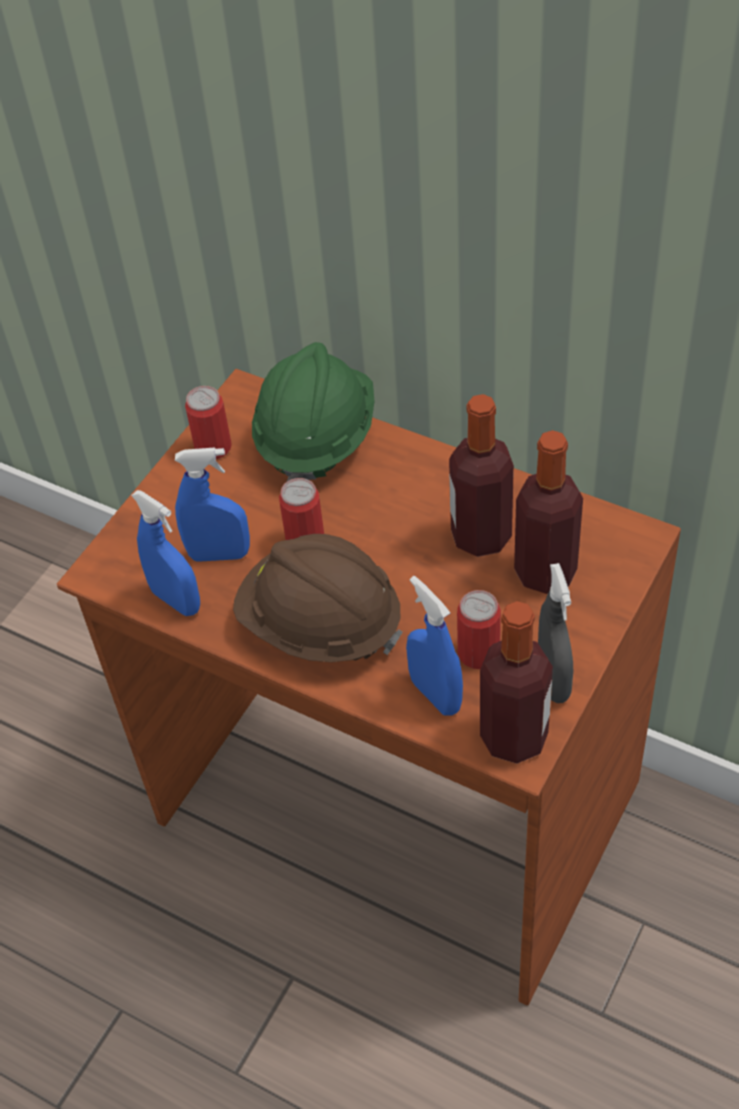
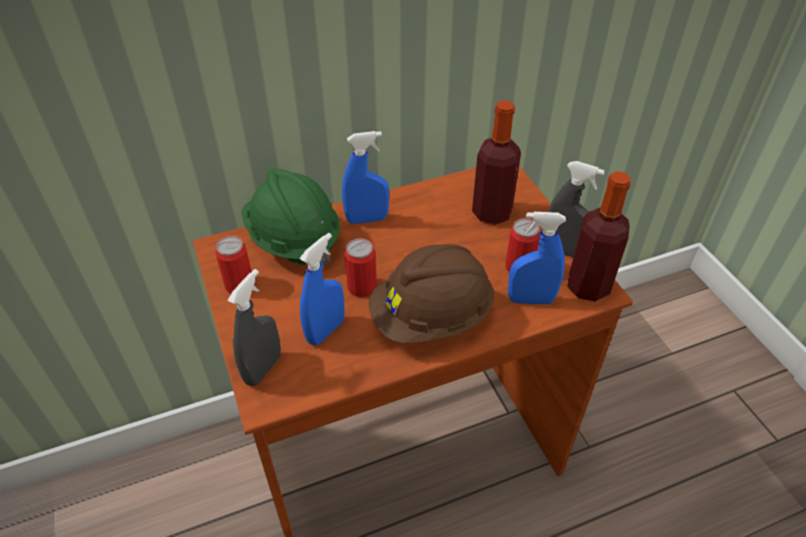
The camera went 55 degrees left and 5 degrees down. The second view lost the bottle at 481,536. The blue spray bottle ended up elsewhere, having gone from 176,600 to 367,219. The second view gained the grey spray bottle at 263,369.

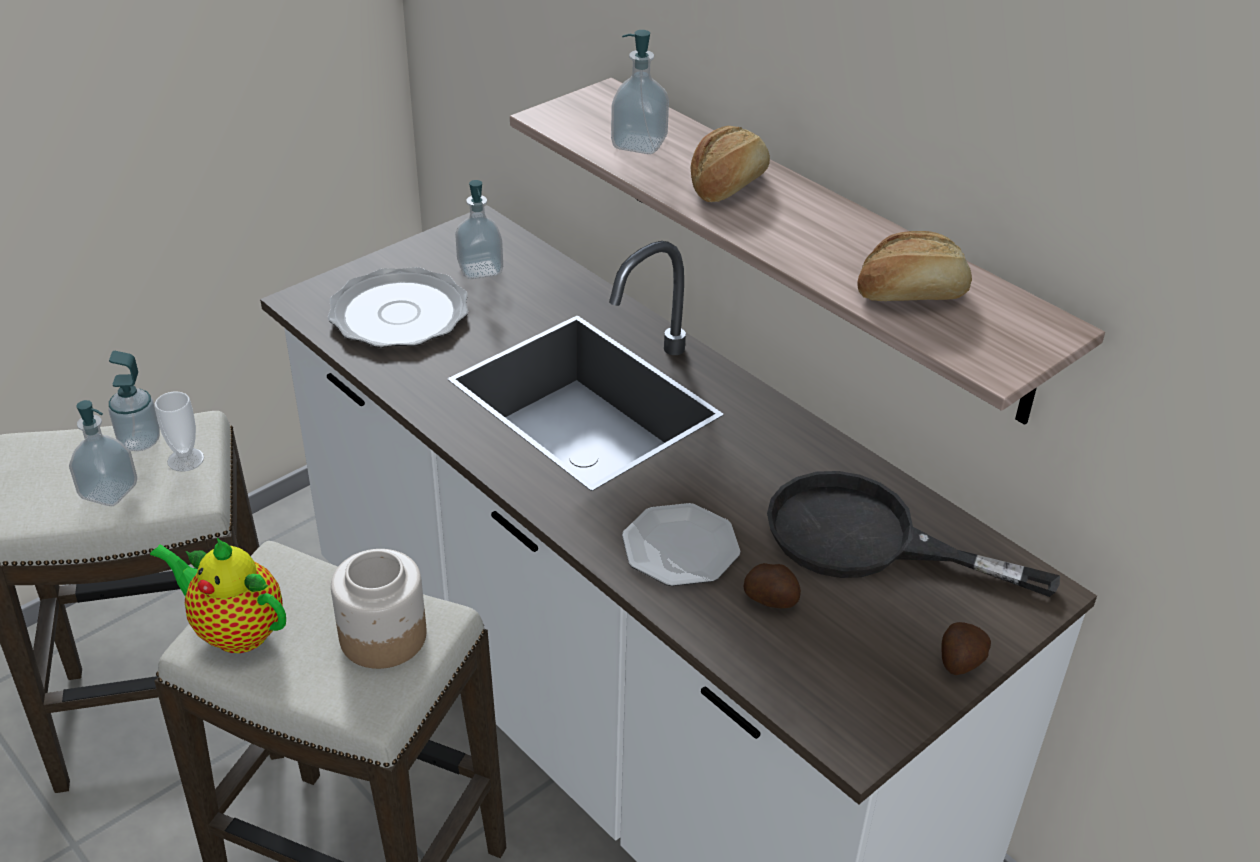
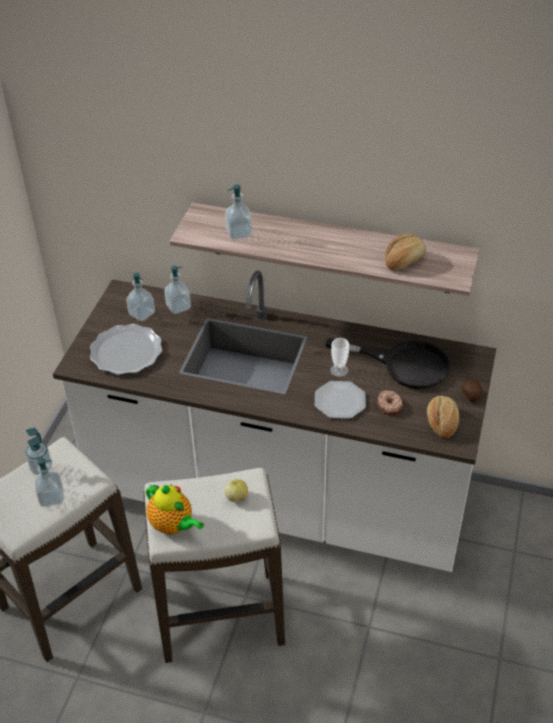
The camera went 30 degrees left and 5 degrees up. The bread ended up elsewhere, having gone from 727,185 to 441,423. The cup ended up elsewhere, having gone from 185,459 to 339,370. The black frying pan at 867,540 ended up facing another way, 150 degrees counterclockwise from before. The teapot at 234,630 ended up facing another way, 135 degrees counterclockwise from before. Where the jar stood at 382,637, the apple came to stand at 236,497. Where the potato stood at 771,600, the donut came to stand at 389,405. The second view gained the soap dispenser at 178,307.

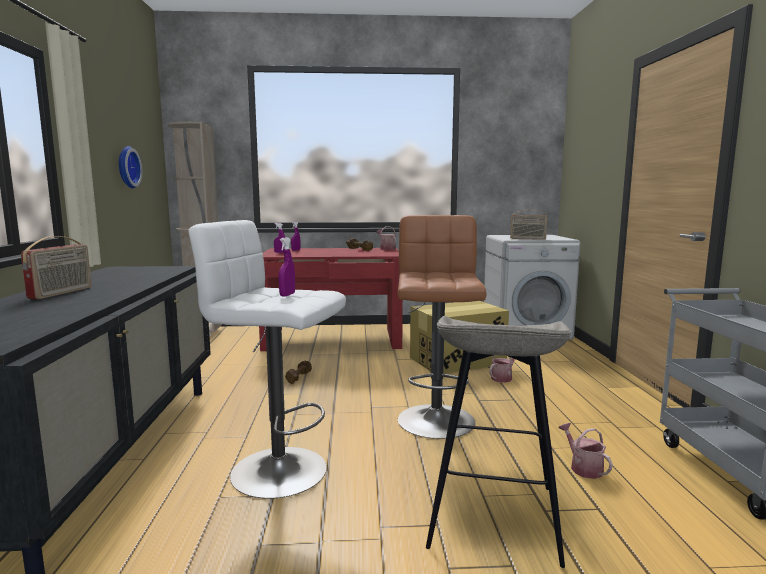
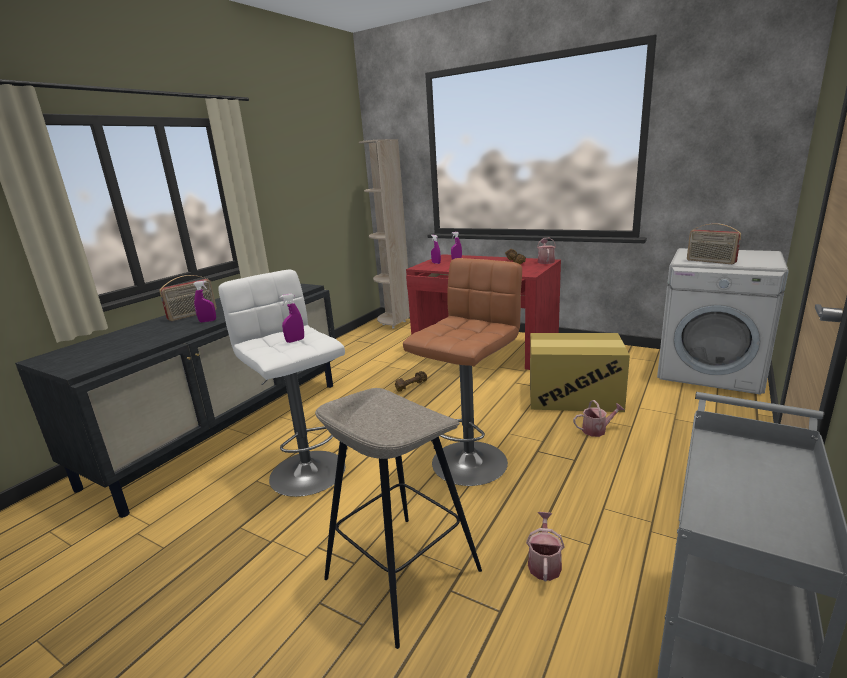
The camera went 35 degrees right and 10 degrees up. The second view lost the wall clock at 126,167. The second view gained the purple spray bottle at 207,321.

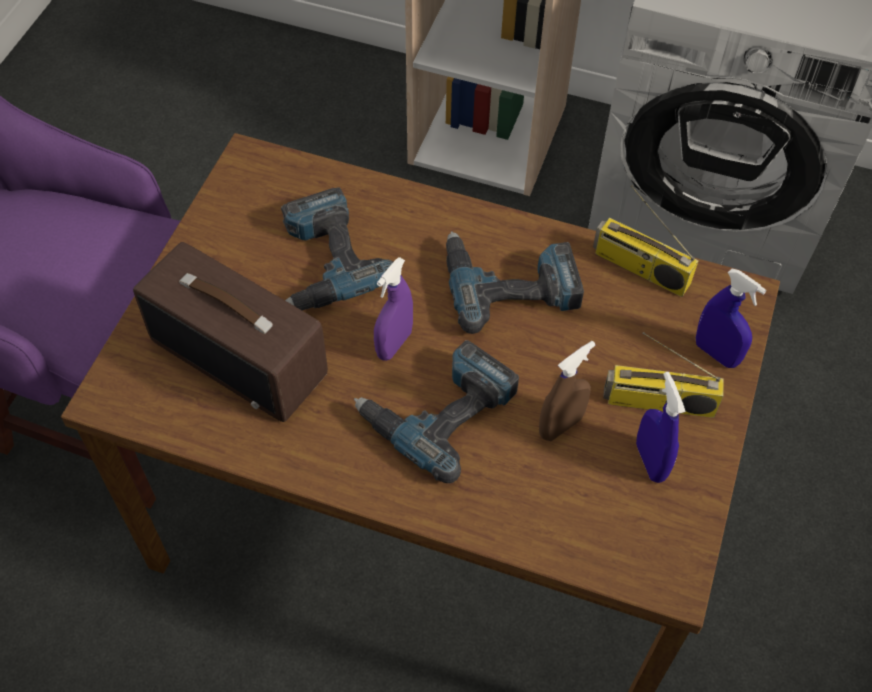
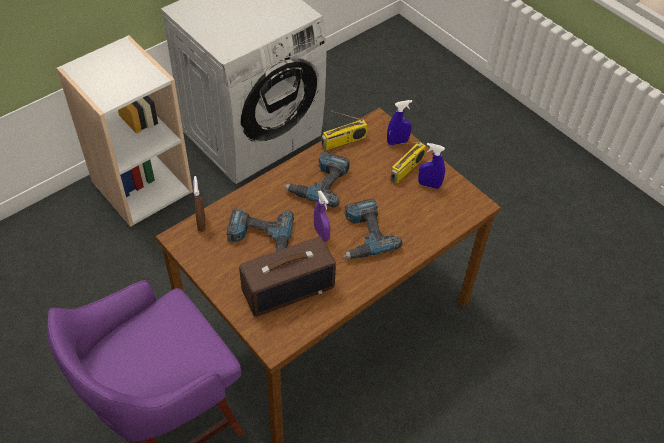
The camera went 60 degrees left and 5 degrees down. The brown spray bottle ended up elsewhere, having gone from 560,426 to 201,223.

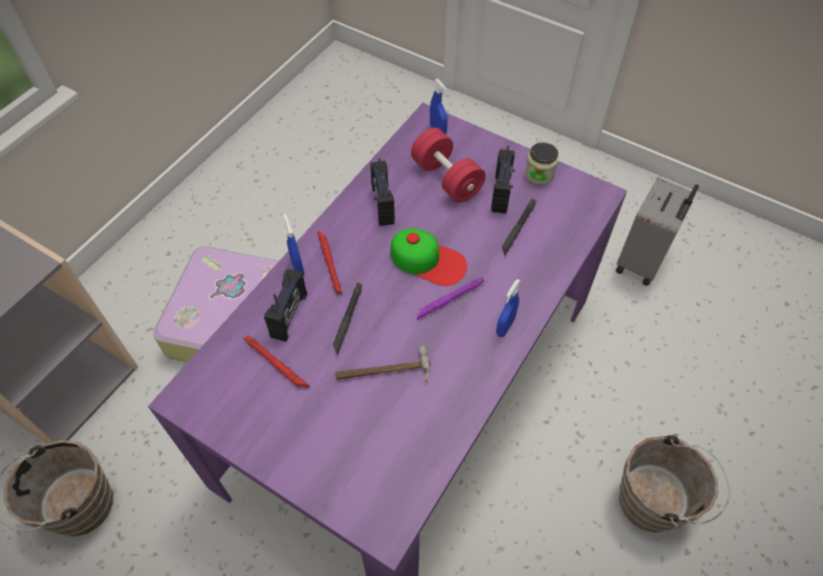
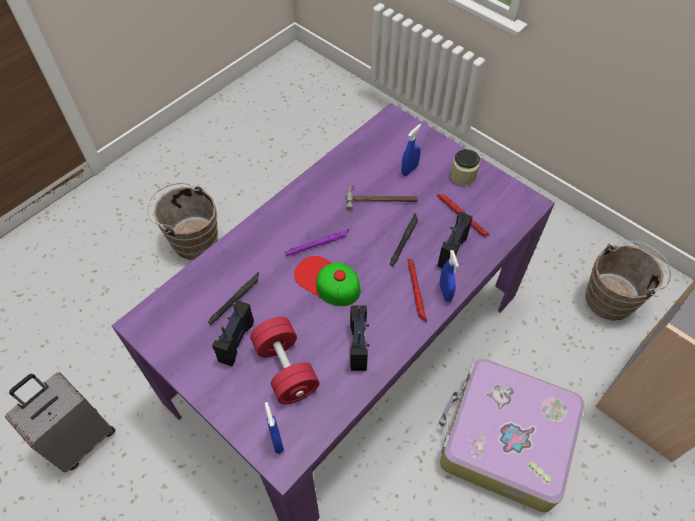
The camera went 170 degrees left and 0 degrees up. The jar ended up elsewhere, having gone from 539,174 to 463,176. The blue spray bottle ended up elsewhere, having gone from 505,327 to 409,170.

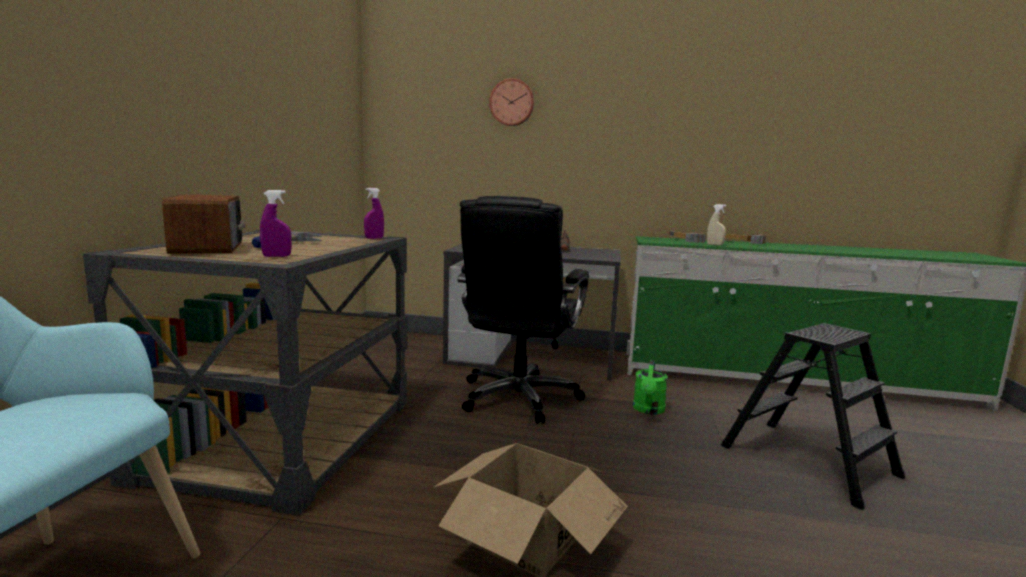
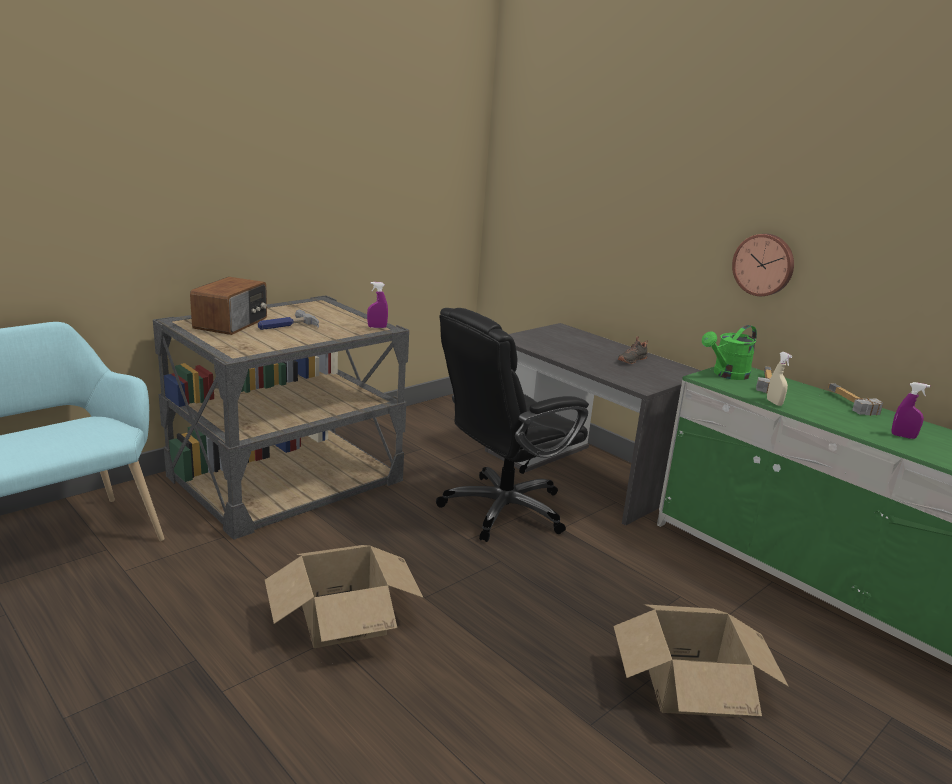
The camera went 35 degrees right and 10 degrees up. The wall clock ended up elsewhere, having gone from 512,102 to 764,264. The purple spray bottle ended up elsewhere, having gone from 276,256 to 903,436. Where the black step ladder stood at 808,460, the cardboard box came to stand at 691,686. The green watering can ended up elsewhere, having gone from 648,410 to 727,375.

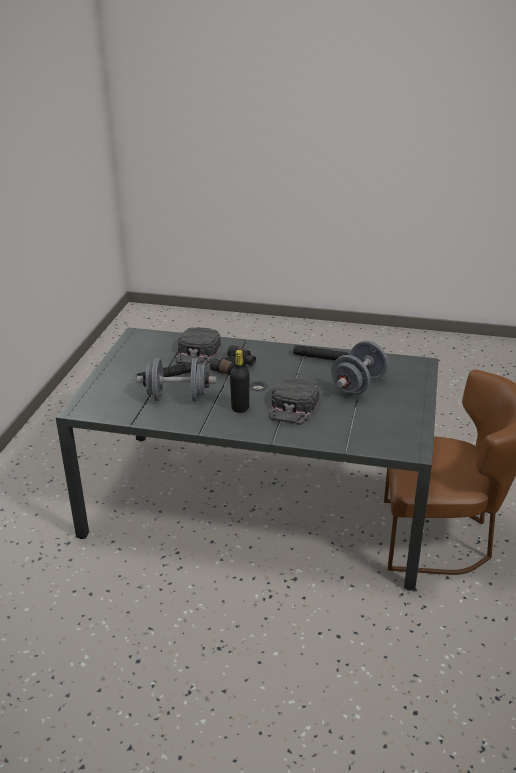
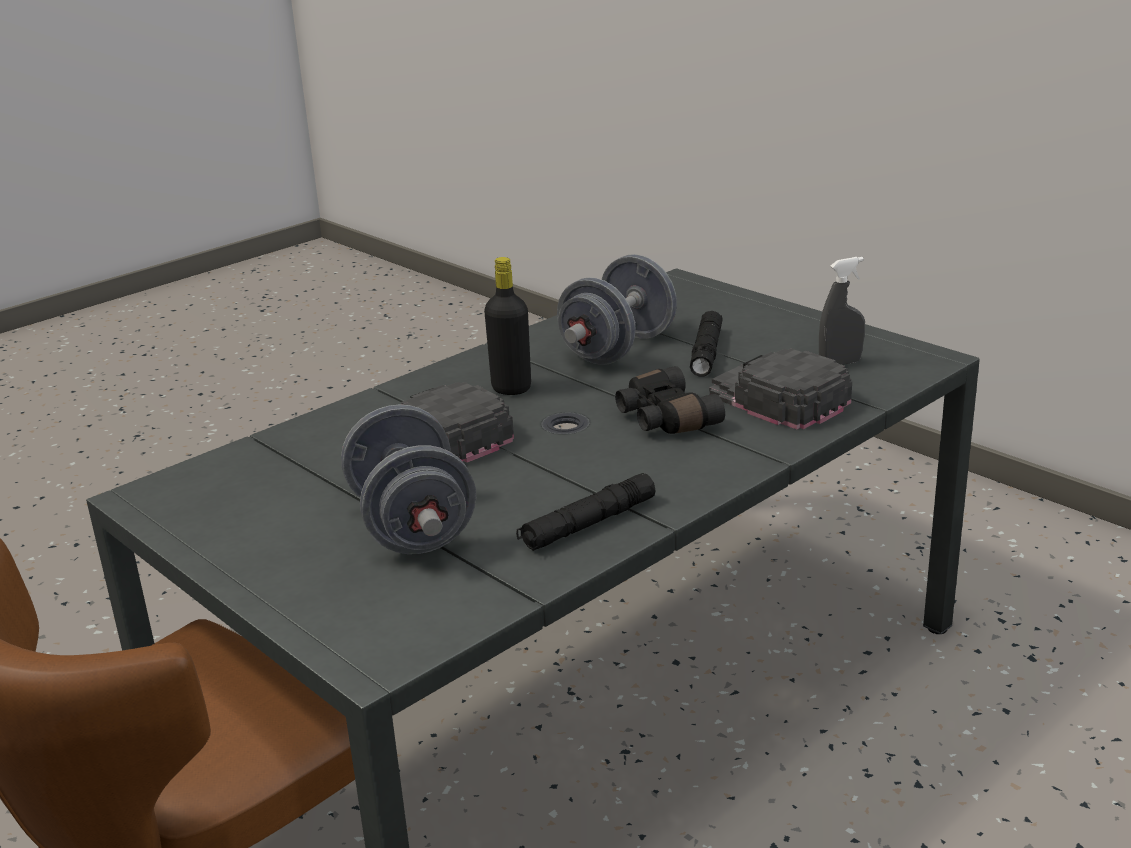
The camera went 125 degrees right and 5 degrees down. The second view gained the grey spray bottle at 840,363.

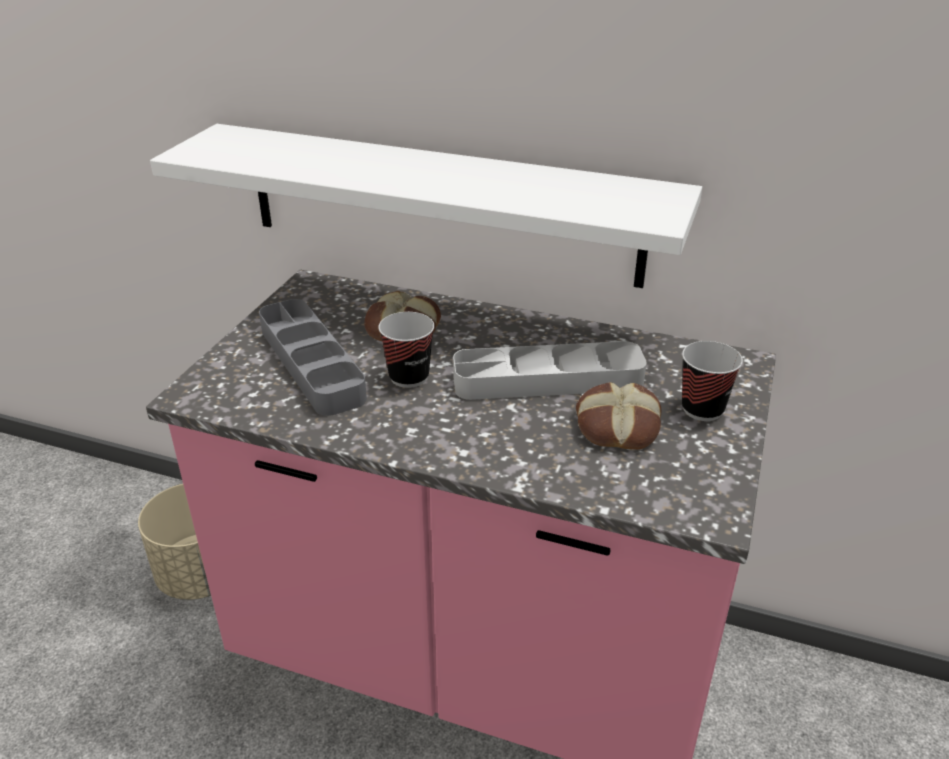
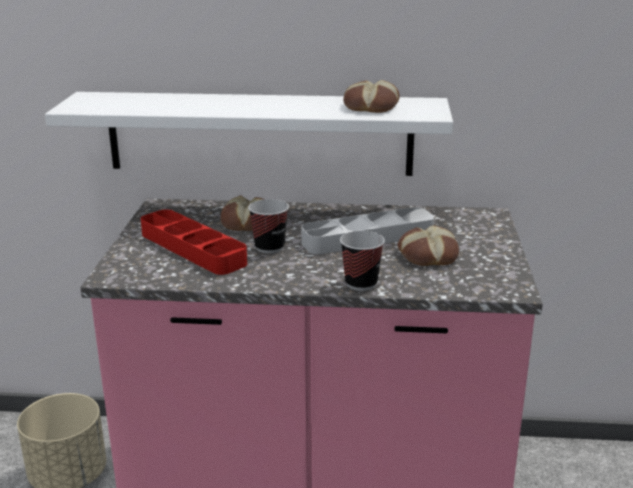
The camera went 15 degrees left and 10 degrees down. What was the grey tray at 311,363 turned into the red tray at 192,248. The cup ended up elsewhere, having gone from 702,409 to 361,283. The second view gained the bread at 370,106.

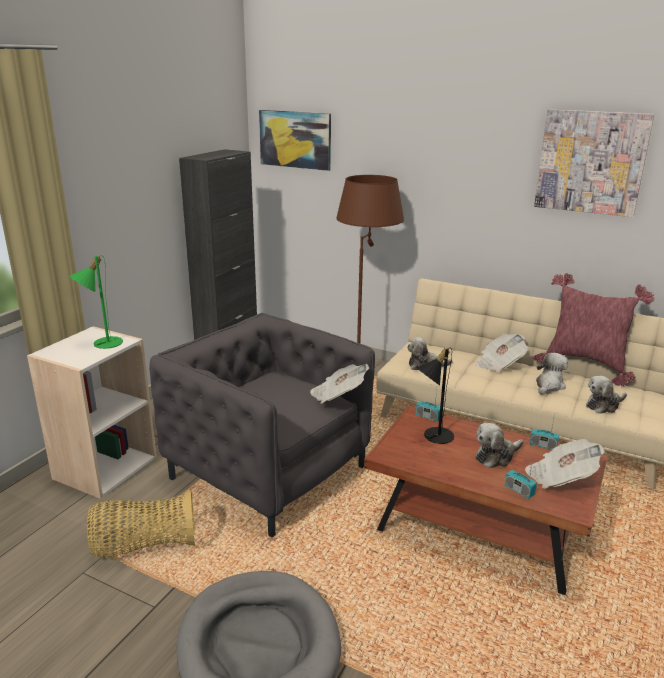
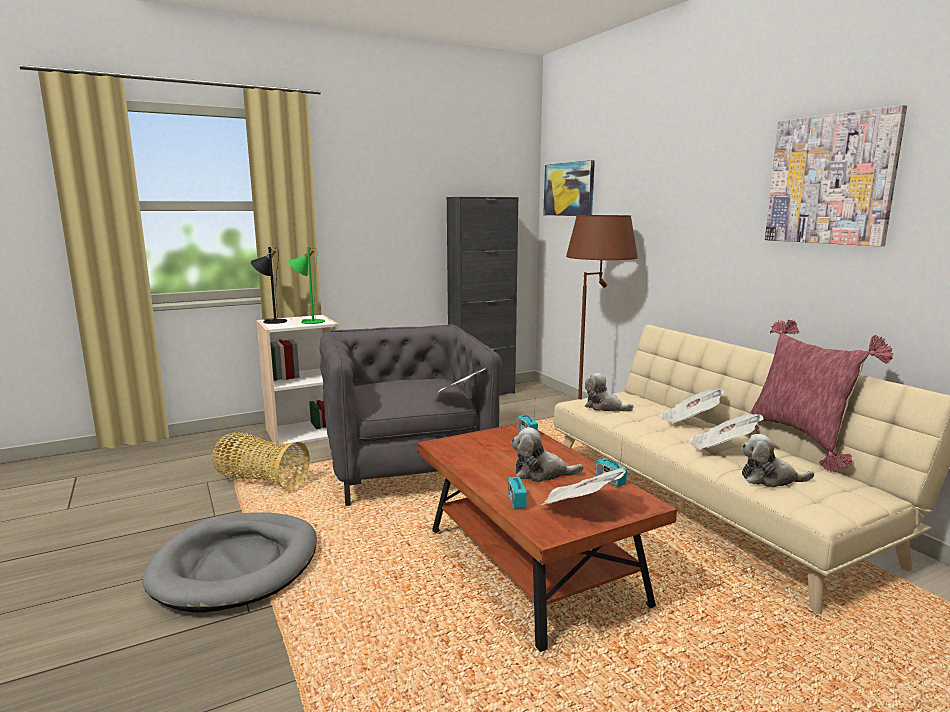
The camera went 35 degrees right and 10 degrees down. The black table lamp ended up elsewhere, having gone from 432,435 to 271,321. Where the plush toy stood at 549,385, the newspaper came to stand at 721,448.

